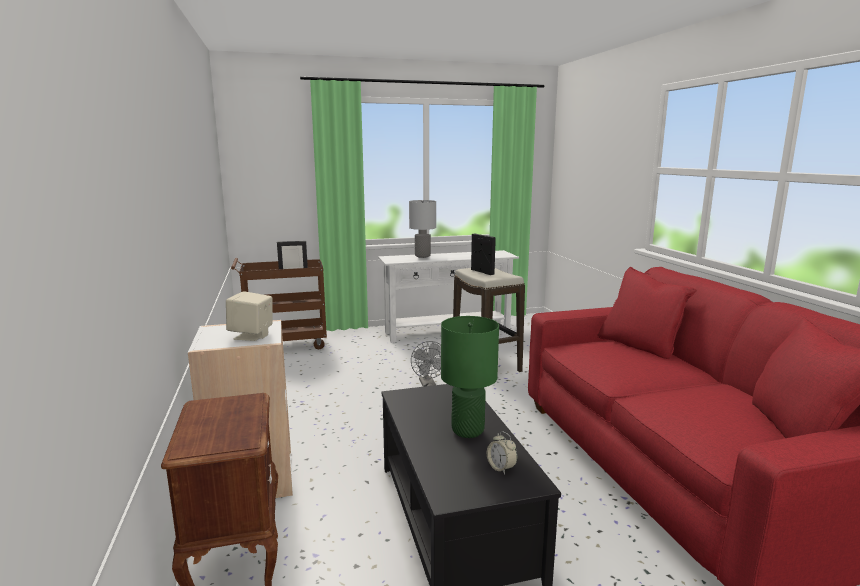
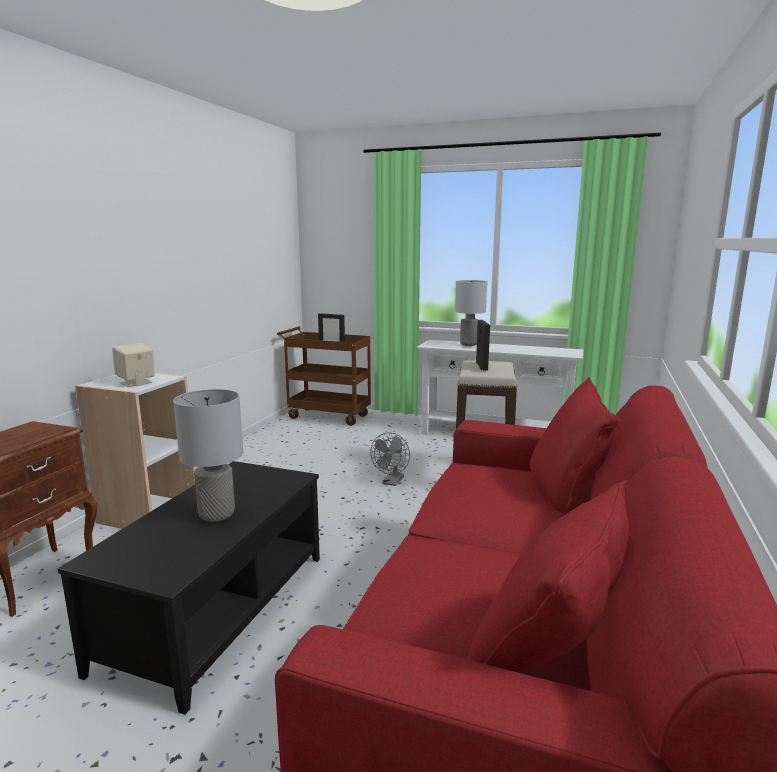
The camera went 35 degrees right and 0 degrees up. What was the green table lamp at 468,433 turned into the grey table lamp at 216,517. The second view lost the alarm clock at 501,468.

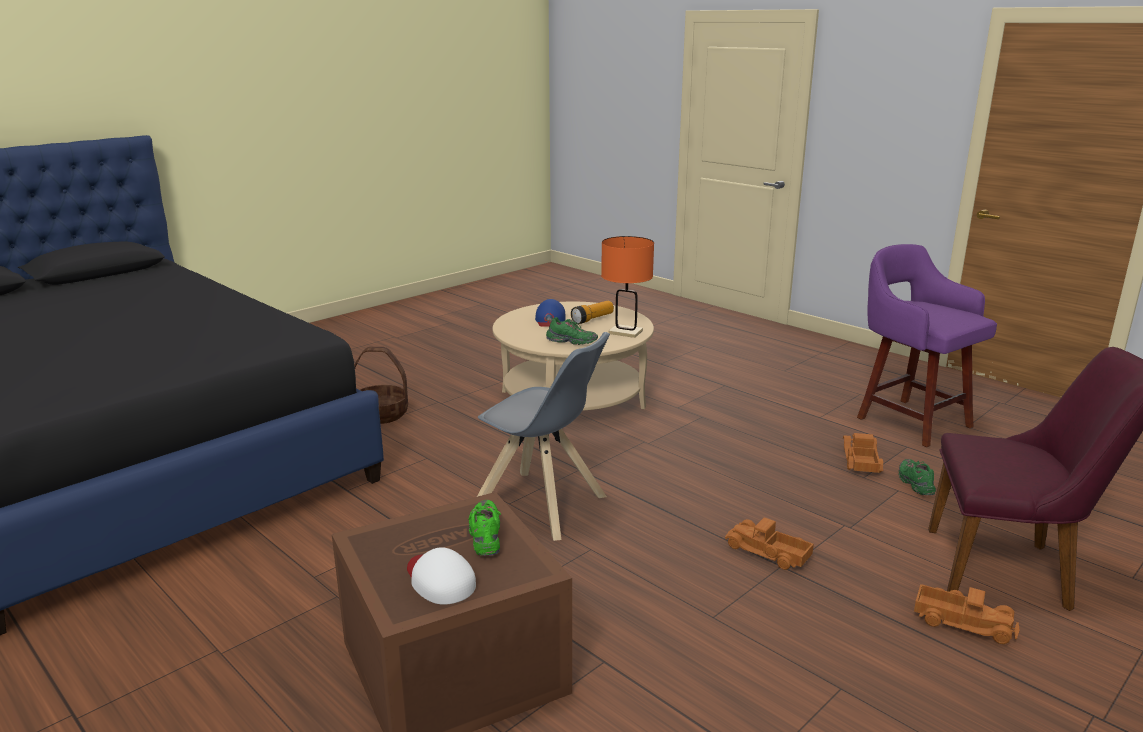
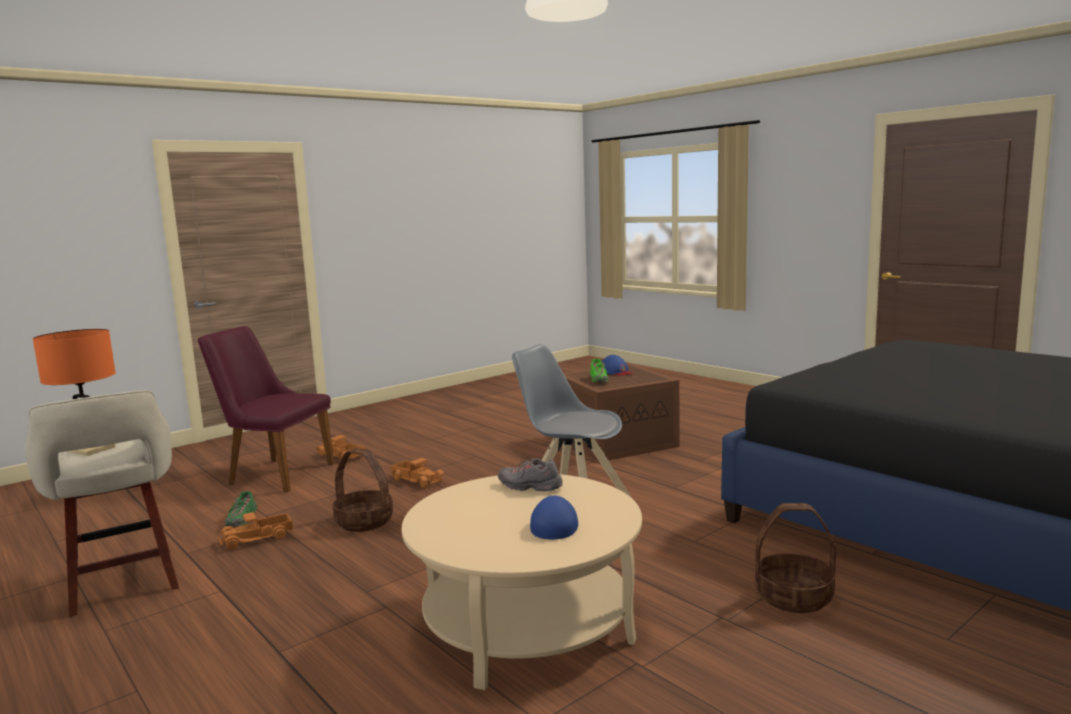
The camera went 175 degrees left and 10 degrees down. The orange table lamp ended up elsewhere, having gone from 625,332 to 90,449. What was the purple stool at 910,421 turned into the beige stool at 123,584. The second view lost the flashlight at 592,319. What was the green shoe at 571,342 turned into the grey shoe at 530,487. The toy truck at 860,461 ended up facing another way, 45 degrees clockwise from before. What was the white cap at 439,580 turned into the blue cap at 616,371. The second view gained the basket at 365,521.

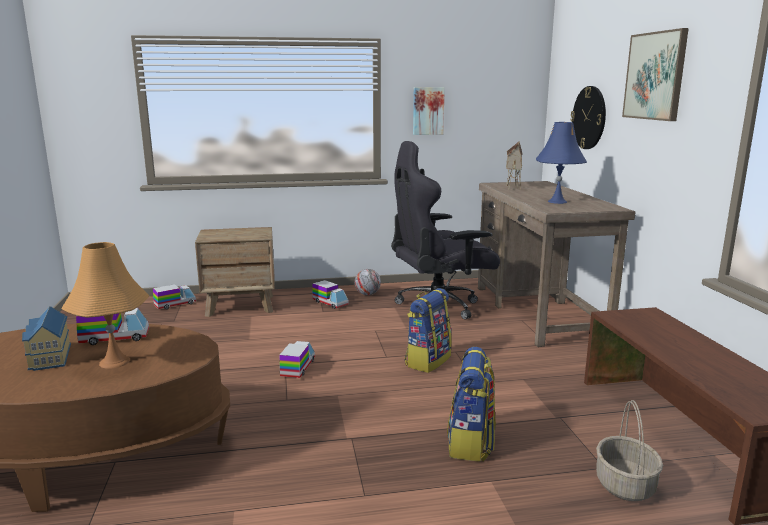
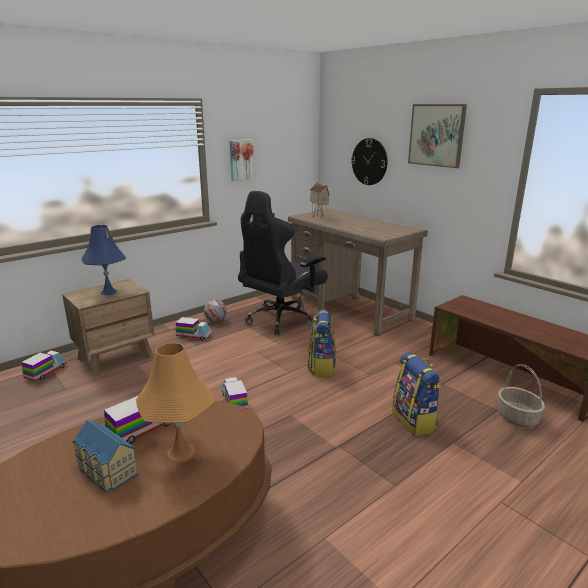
The camera went 30 degrees left and 5 degrees up. The blue table lamp ended up elsewhere, having gone from 557,201 to 109,292.

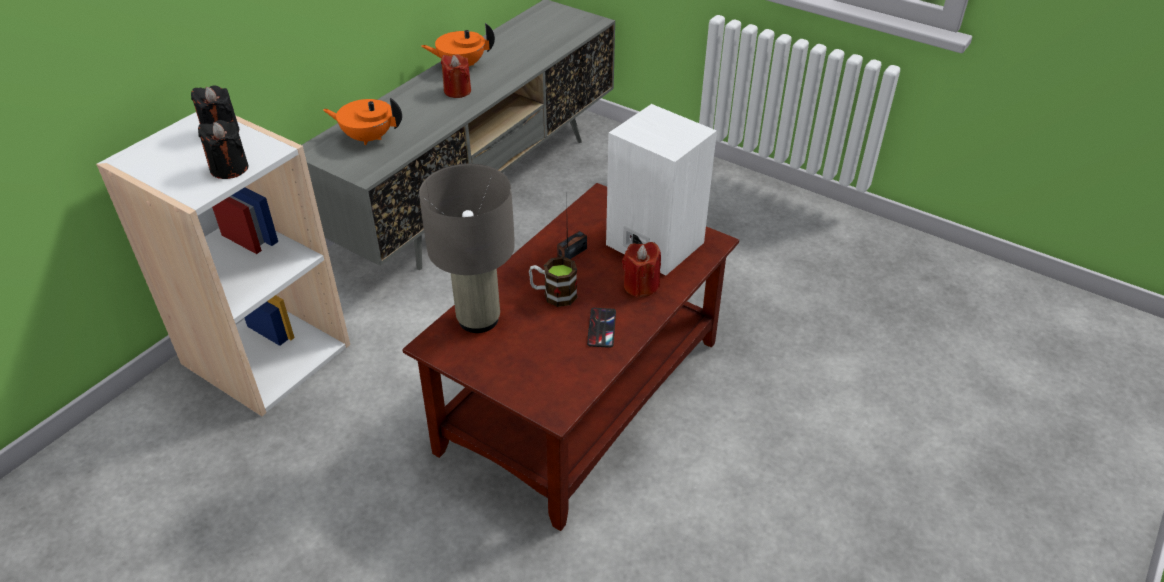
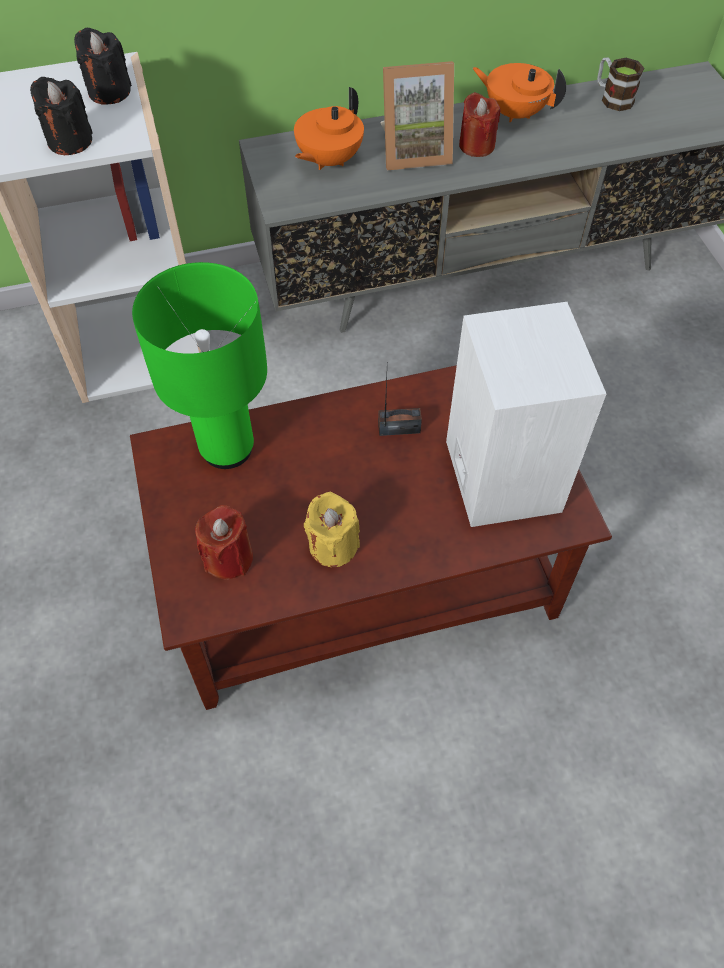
The camera went 40 degrees right and 15 degrees up. The orange teapot at 368,138 ended up facing another way, 105 degrees counterclockwise from before. What was the grey table lamp at 478,318 turned into the green table lamp at 228,447. The red candle ended up elsewhere, having gone from 641,286 to 228,558. The mug ended up elsewhere, having gone from 553,294 to 612,98. Where the phone stood at 601,328, the yellow candle came to stand at 333,546. The second view gained the picture frame at 414,151.

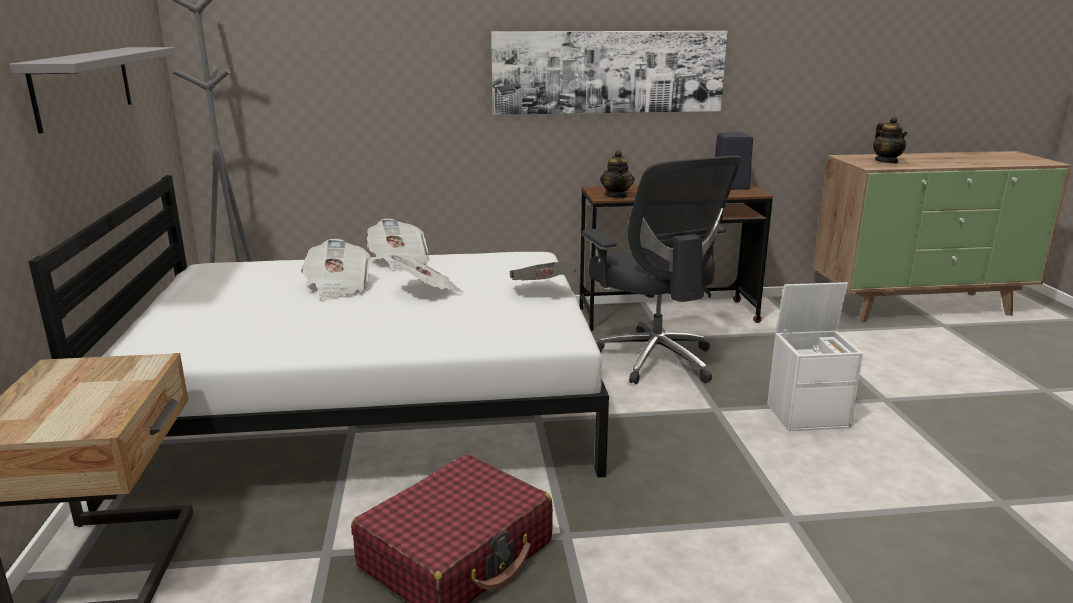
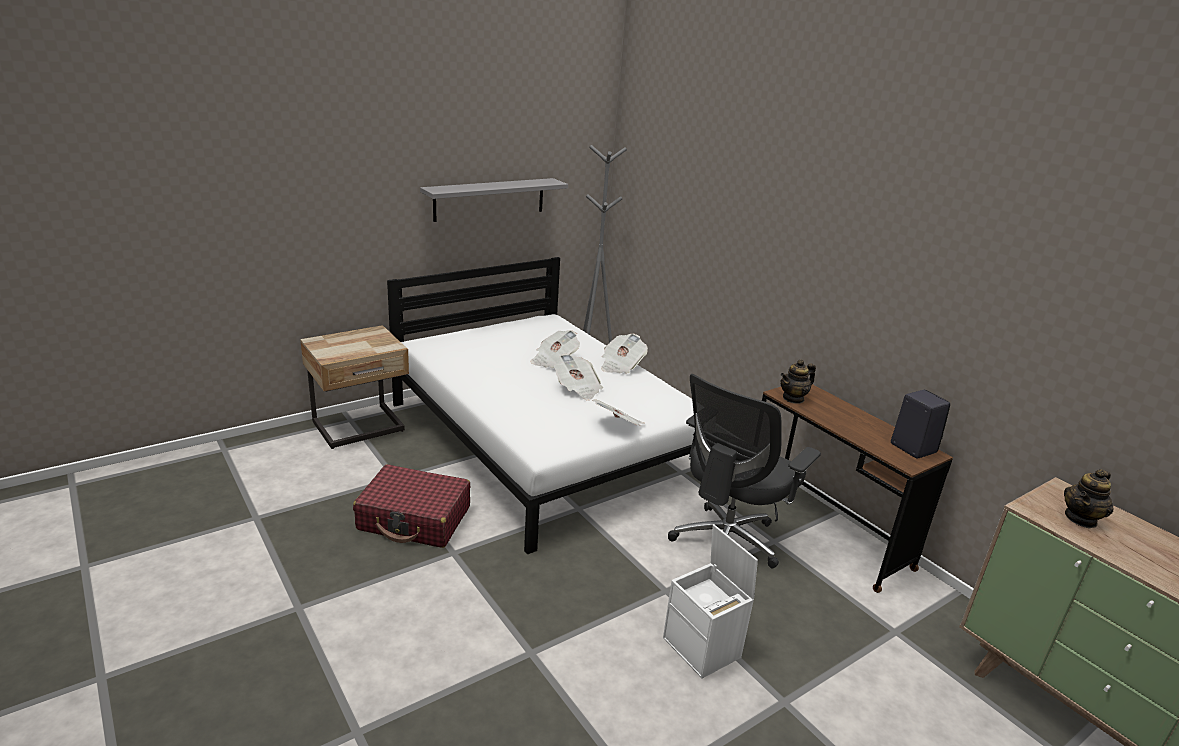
The camera went 60 degrees right and 5 degrees up. The second view lost the picture at 608,72.

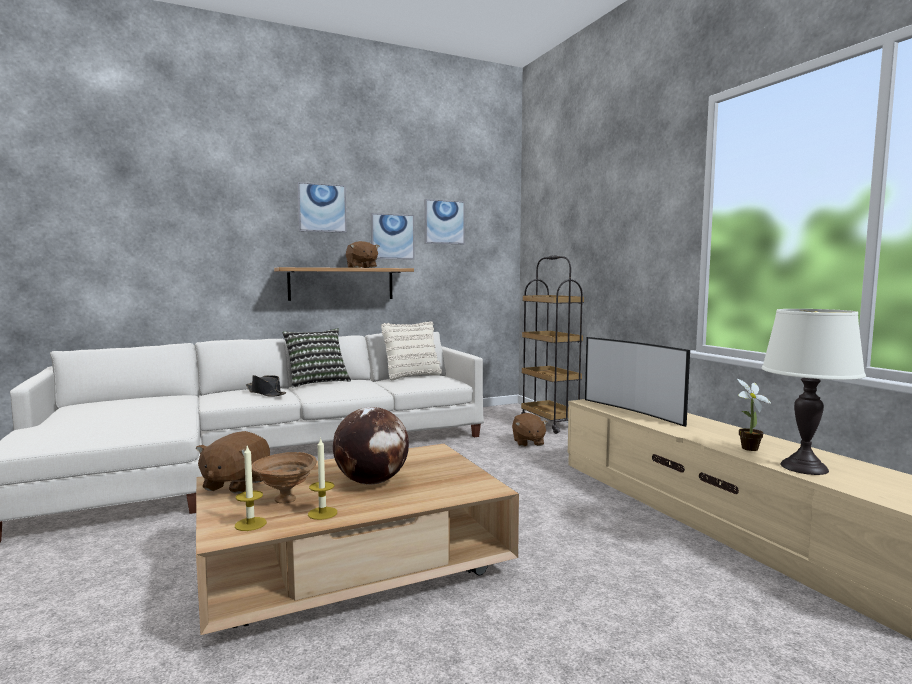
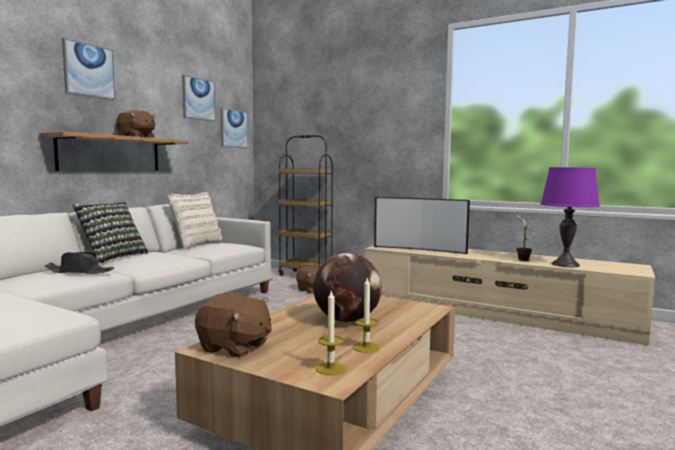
The camera went 35 degrees left and 0 degrees up. The picture ended up elsewhere, having gone from 392,236 to 233,129. What was the white table lamp at 803,467 turned into the purple table lamp at 565,264. The brown plush toy at 235,484 ended up facing another way, 45 degrees counterclockwise from before. The second view lost the brown bowl at 286,500.

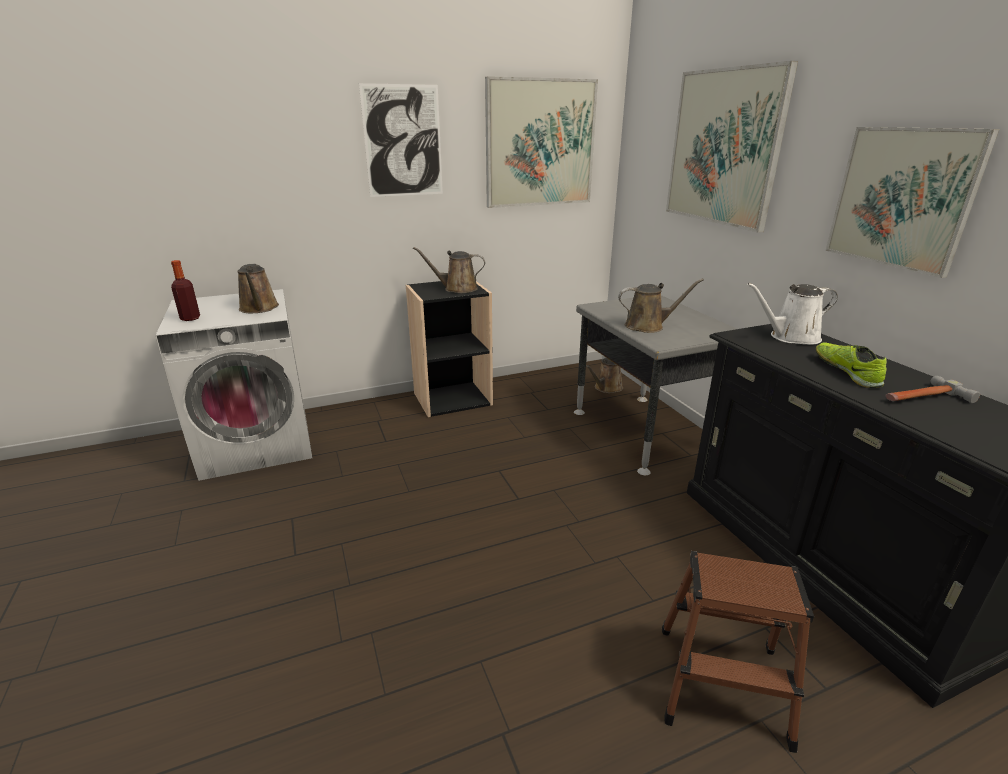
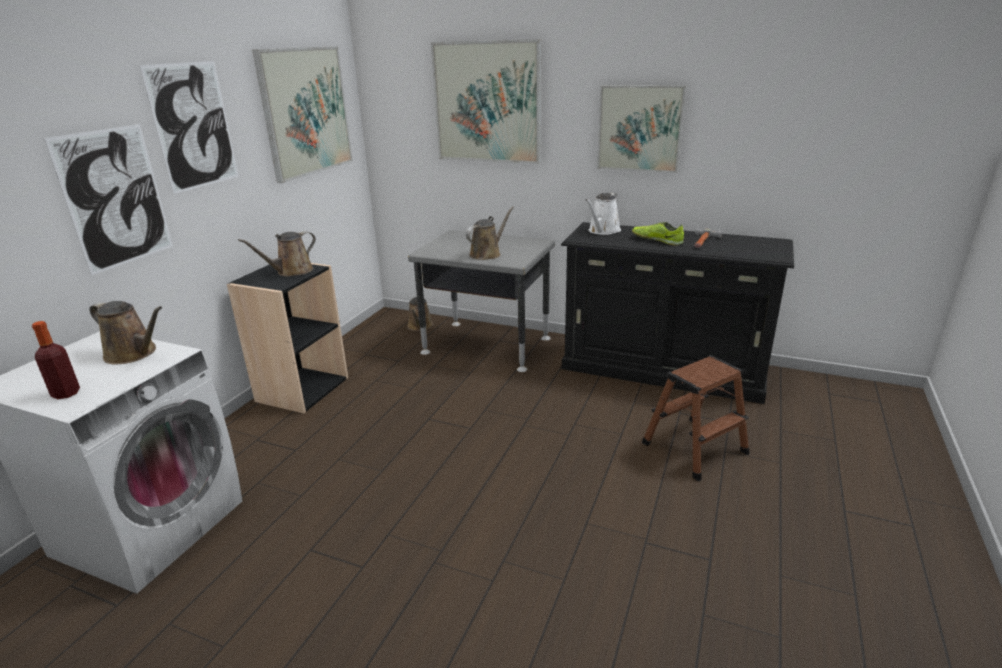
The camera went 45 degrees left and 0 degrees up. The second view gained the picture at 115,198.

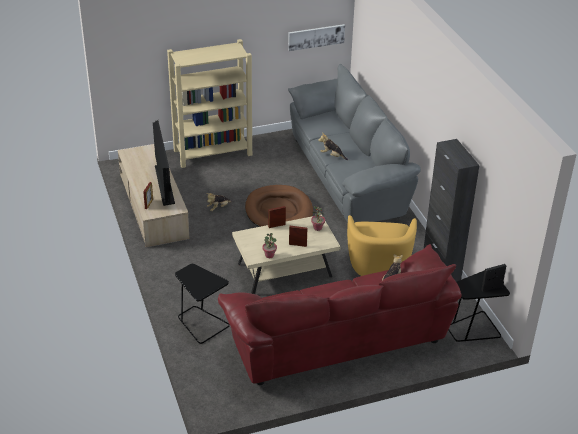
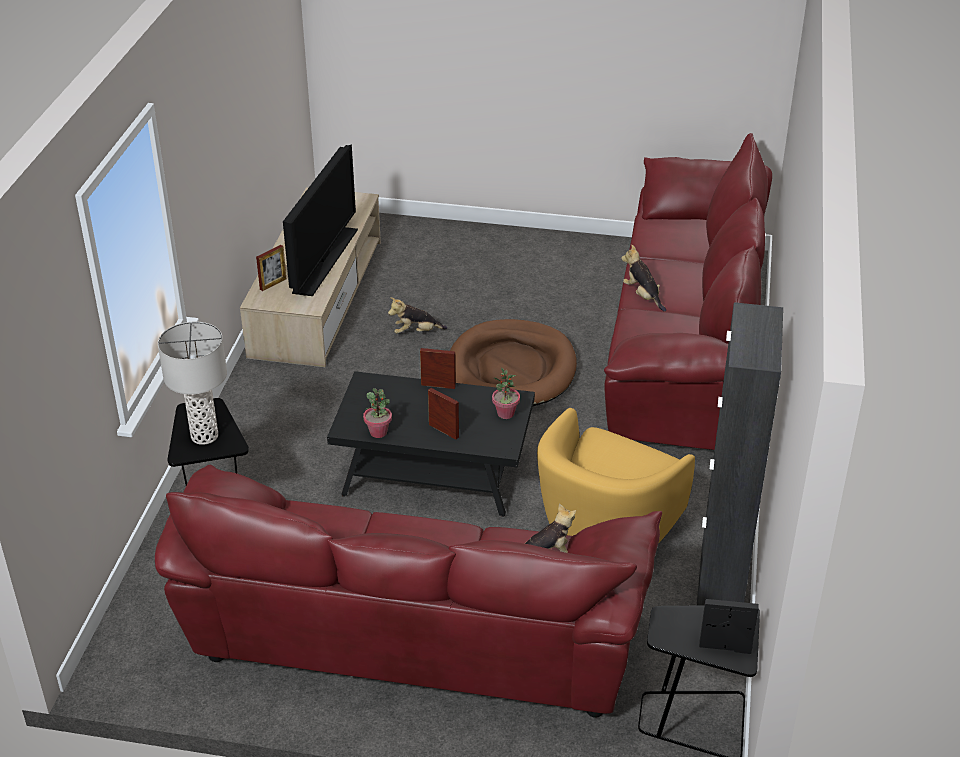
The camera went 30 degrees right and 0 degrees up. The second view lost the picture at 316,37. The second view lost the beige bookcase at 213,152. What was the grey sofa at 347,177 turned into the red sofa at 683,350. What was the beige coffee table at 285,270 turned into the black coffee table at 433,475. The second view gained the white table lamp at 204,436.

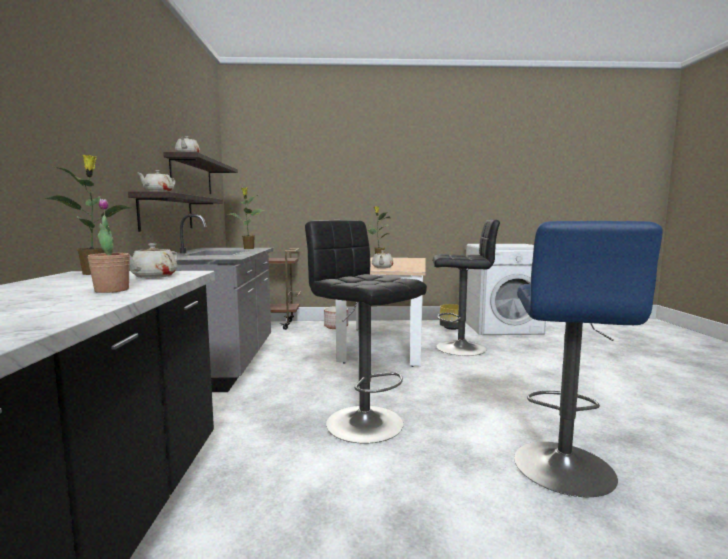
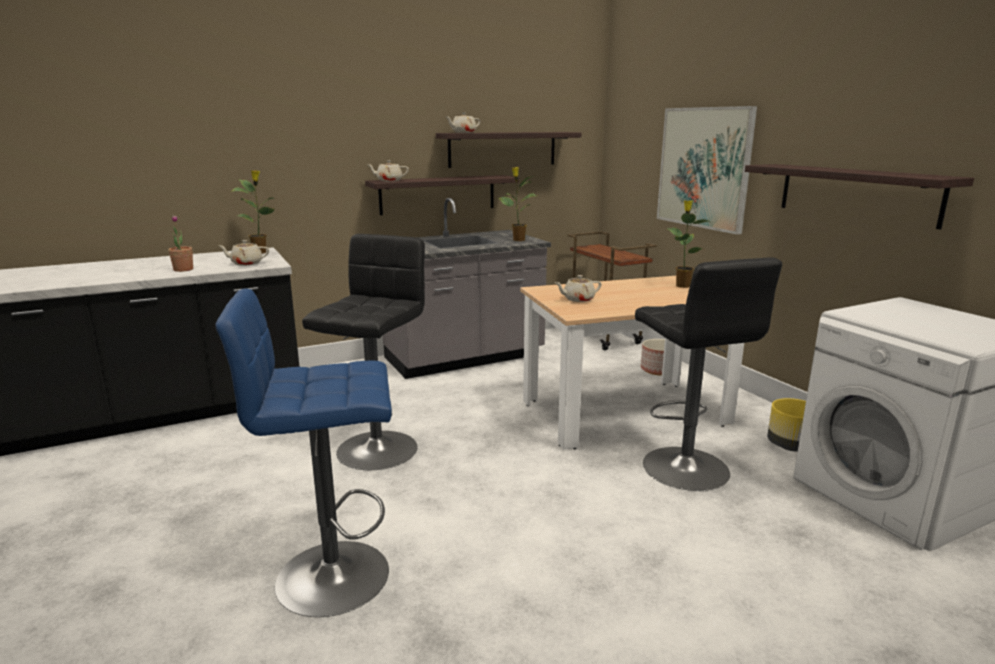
The camera went 65 degrees right and 10 degrees up. The second view gained the picture at 704,168. The second view gained the shelf at 856,193.

